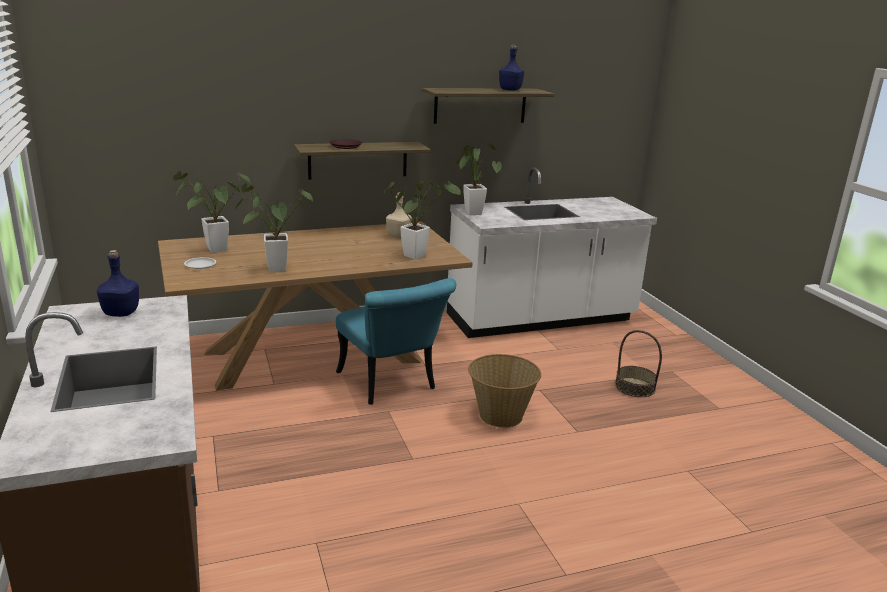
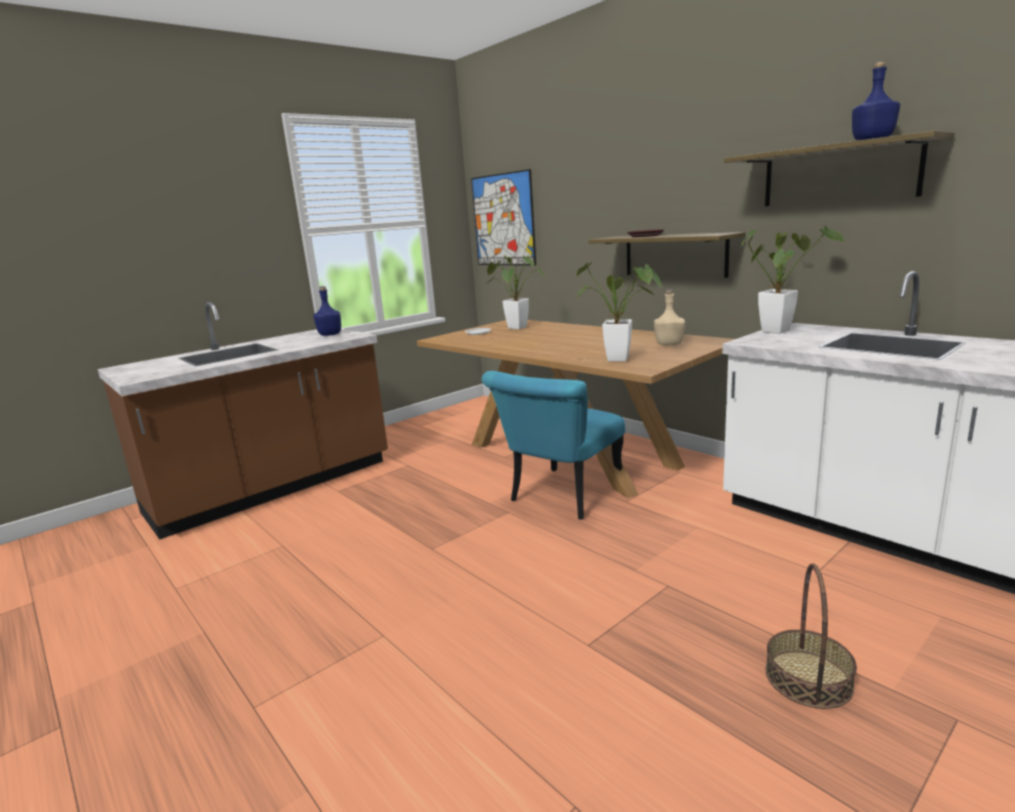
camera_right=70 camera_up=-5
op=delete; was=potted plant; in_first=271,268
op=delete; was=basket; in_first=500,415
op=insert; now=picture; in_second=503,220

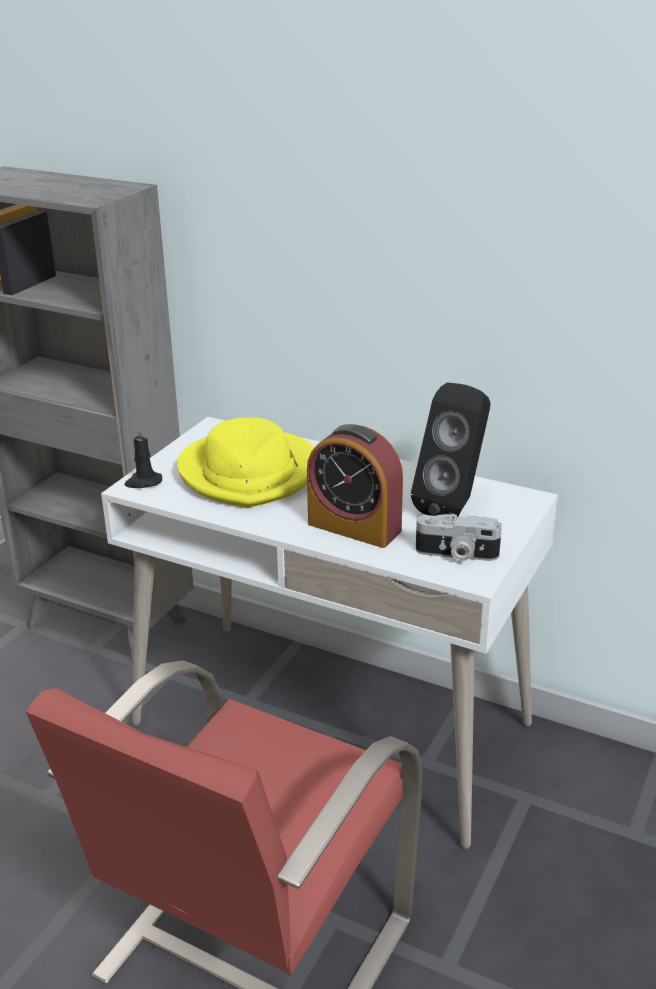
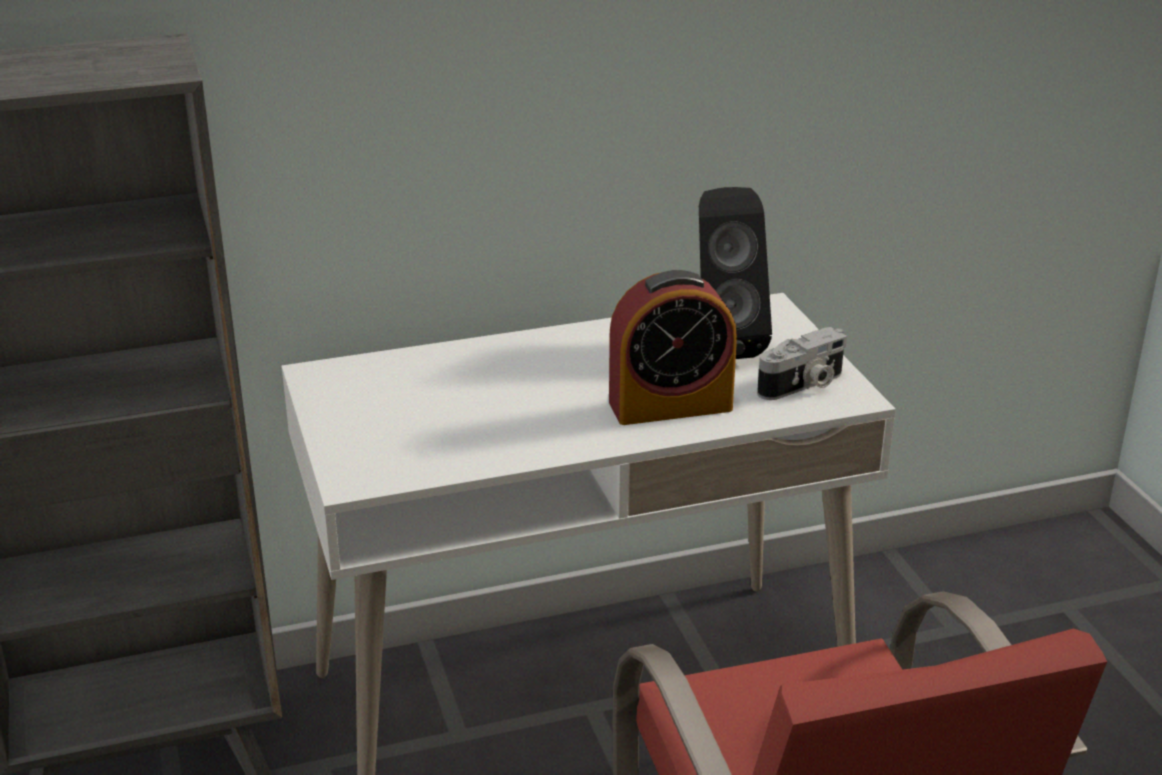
camera_right=-45 camera_up=0
op=delete; was=hat (yellow); in_first=251,473
op=delete; was=candle (black); in_first=143,482

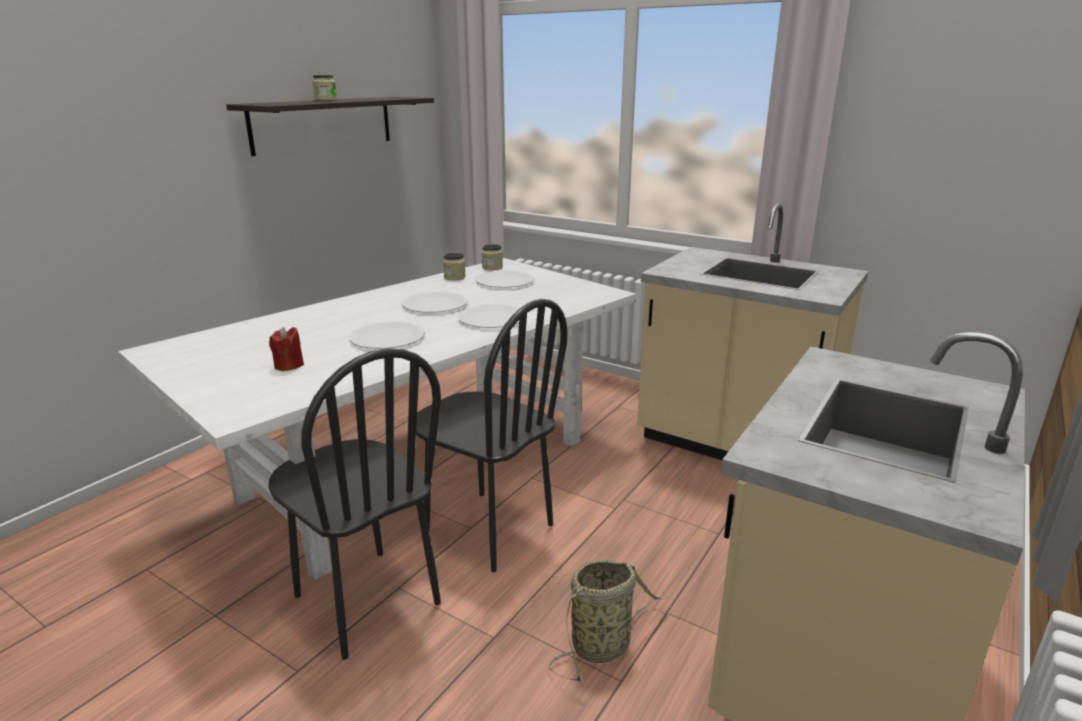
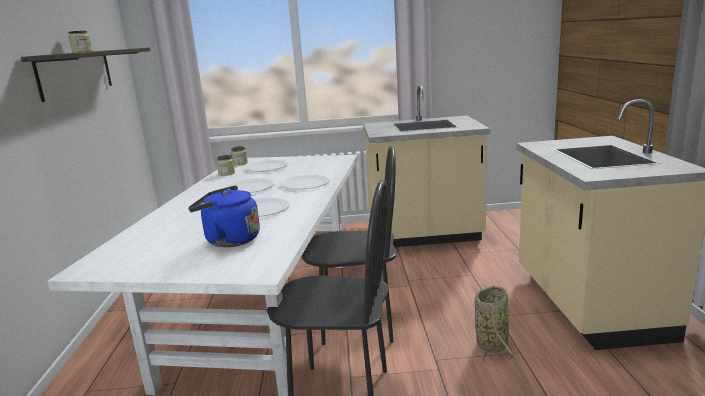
camera_right=-35 camera_up=-5
op=replace; was=candle (red); now=kettle (blue); in_first=289,365; in_second=229,240

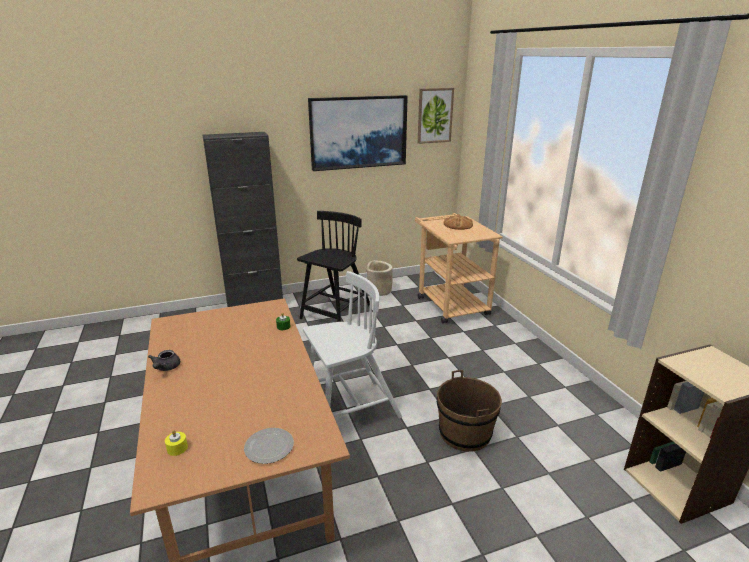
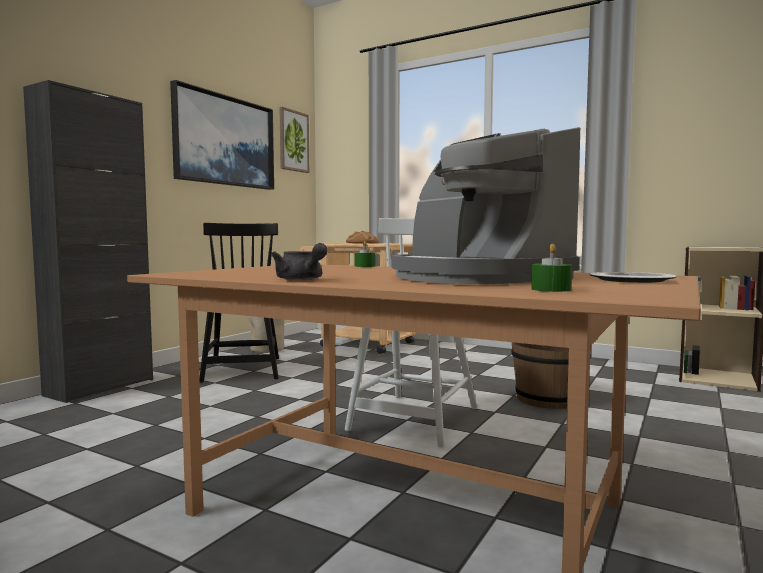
camera_right=-40 camera_up=-20
op=recolor; was=candle (yellow); now=candle (green); in_first=177,448; in_second=551,289
op=insert; now=coffee machine; in_second=474,278

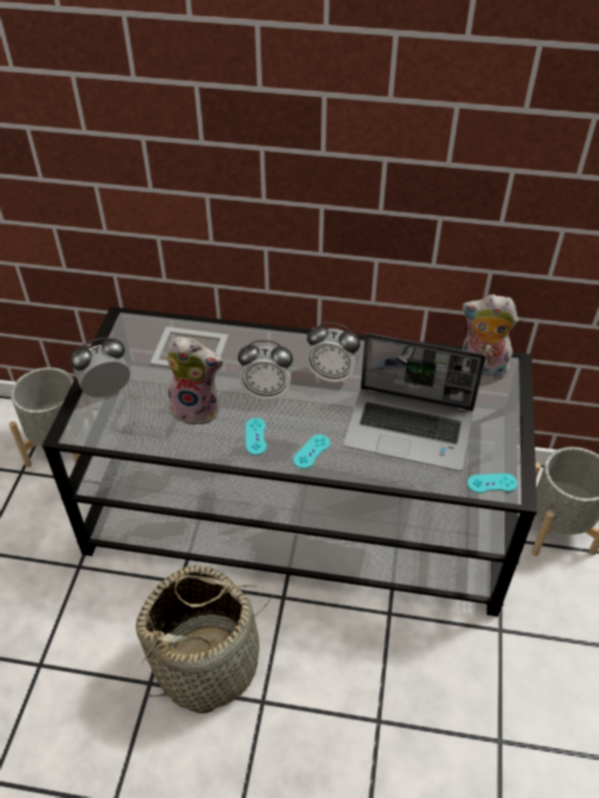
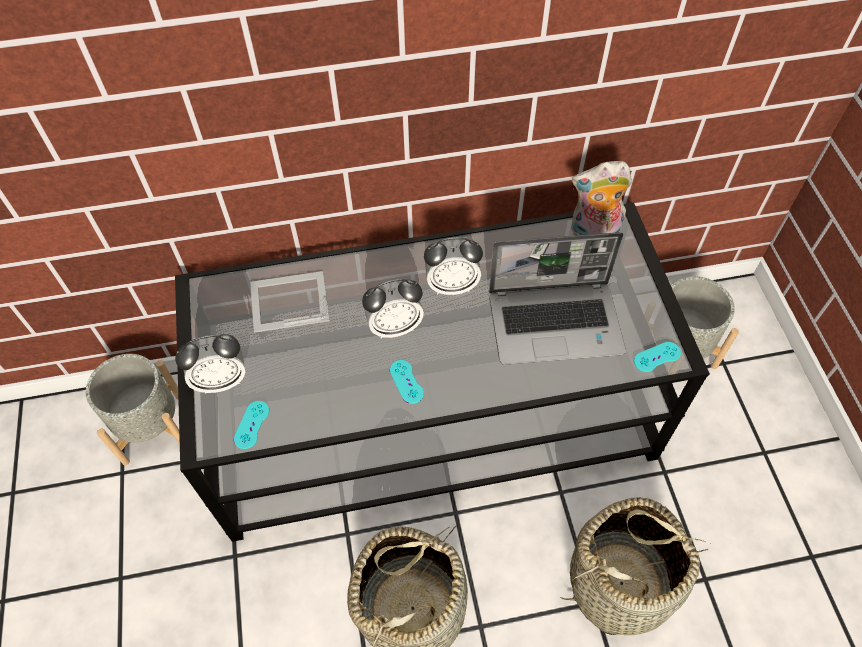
camera_right=-20 camera_up=10
op=delete; was=plush toy; in_first=197,409
op=rotate; was=alarm clock; in_first=107,391; in_second=221,380; clockwise=-150
op=move; was=game controller (turquoise); in_first=311,451; in_second=252,424
op=insert; now=basket; in_second=621,582

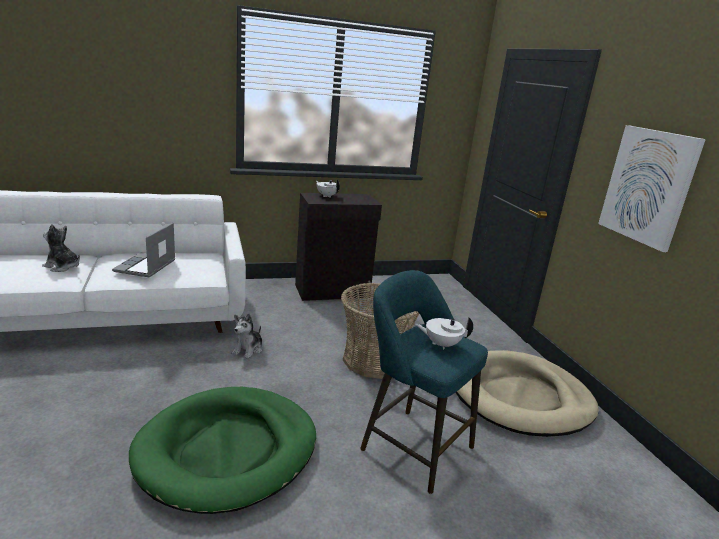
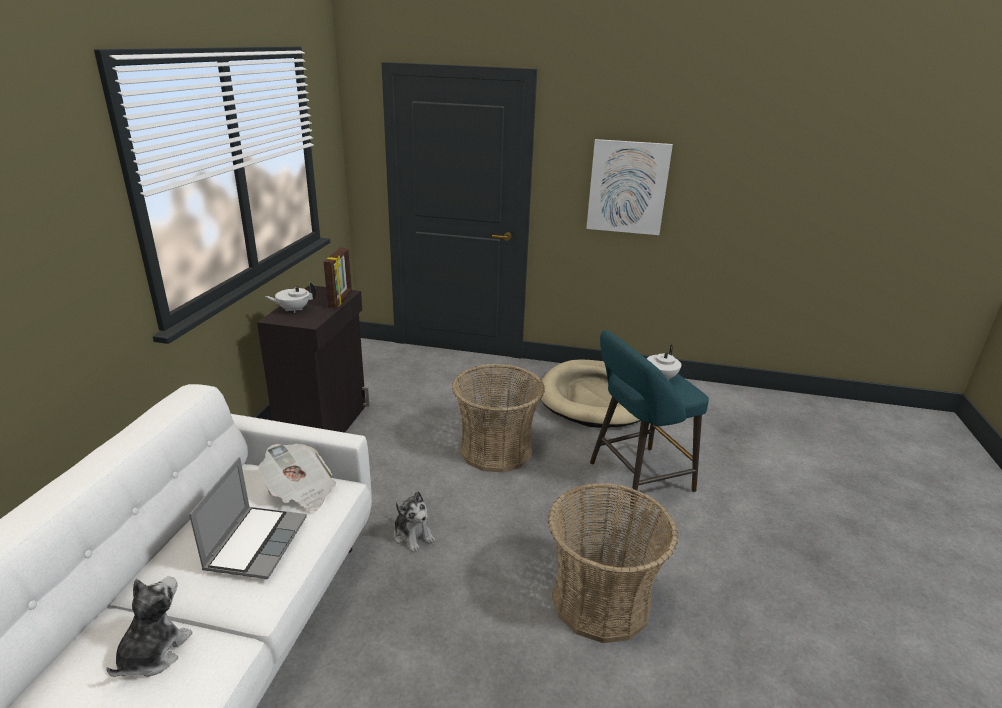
camera_right=-60 camera_up=5
op=rotate; was=laptop; in_first=145,266; in_second=256,542; clockwise=-120
op=rotate; was=plush toy; in_first=62,267; in_second=153,653; clockwise=150
op=replace; was=dog bed (green); now=basket; in_first=228,451; in_second=600,601
op=insert; now=picture frame; in_second=341,300
op=insert; now=newspaper; in_second=300,491

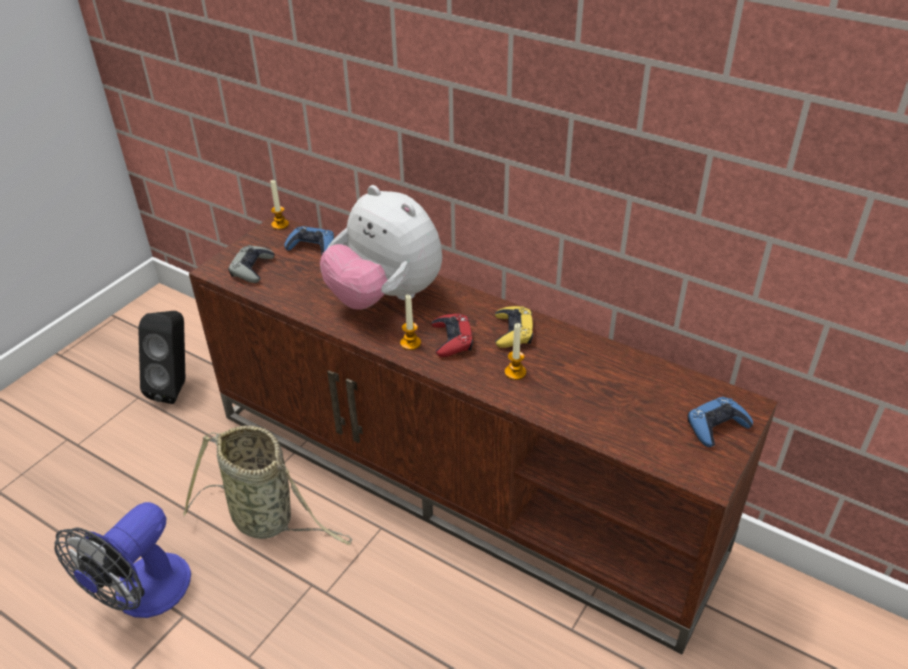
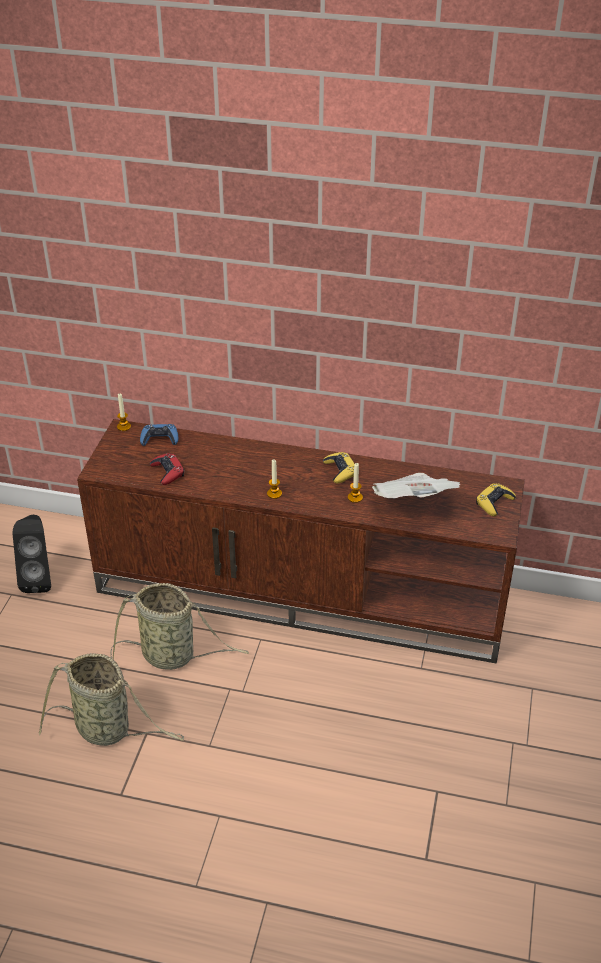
camera_right=-20 camera_up=0
op=delete; was=plush toy; in_first=385,297
op=delete; was=game controller (grey); in_first=252,268
op=move; was=game controller (red); in_first=452,339; in_second=167,472
op=recolor; was=game controller (blue); now=game controller (yellow); in_first=716,426; in_second=494,503
op=replace; was=fan; now=basket; in_first=142,596; in_second=107,730
op=insert; now=newspaper; in_second=413,504

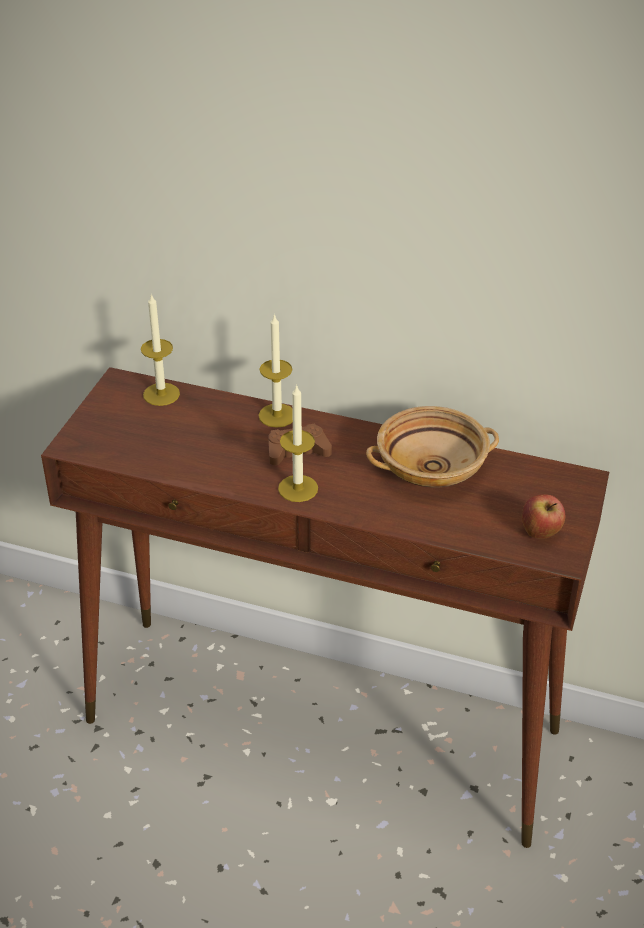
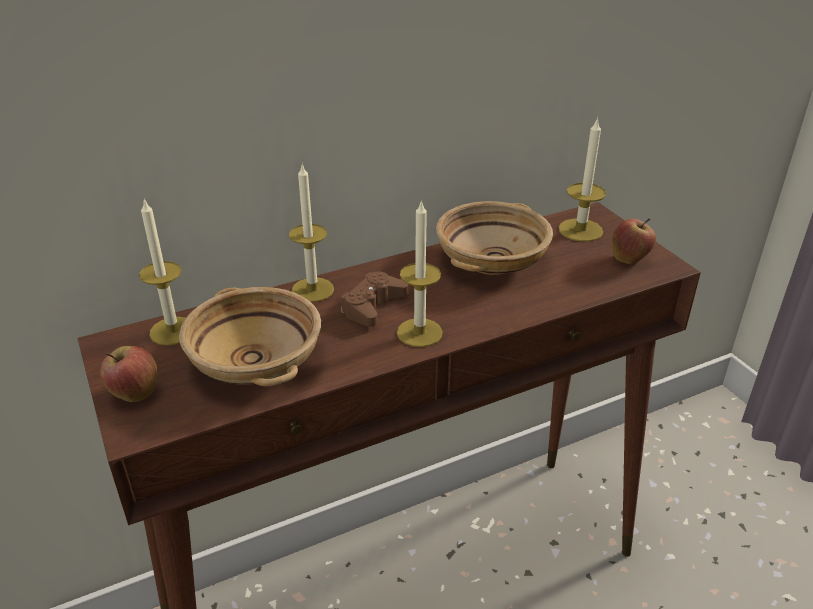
camera_right=-45 camera_up=-5
op=insert; now=candle; in_second=580,230
op=insert; now=bowl (beige); in_second=257,361
op=insert; now=apple; in_second=134,394

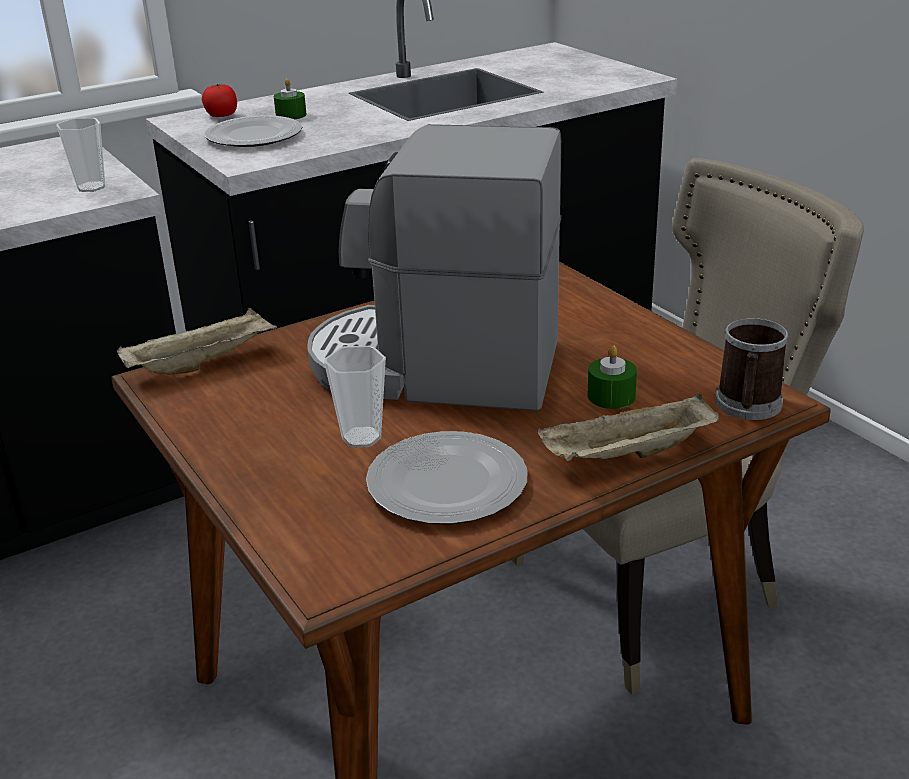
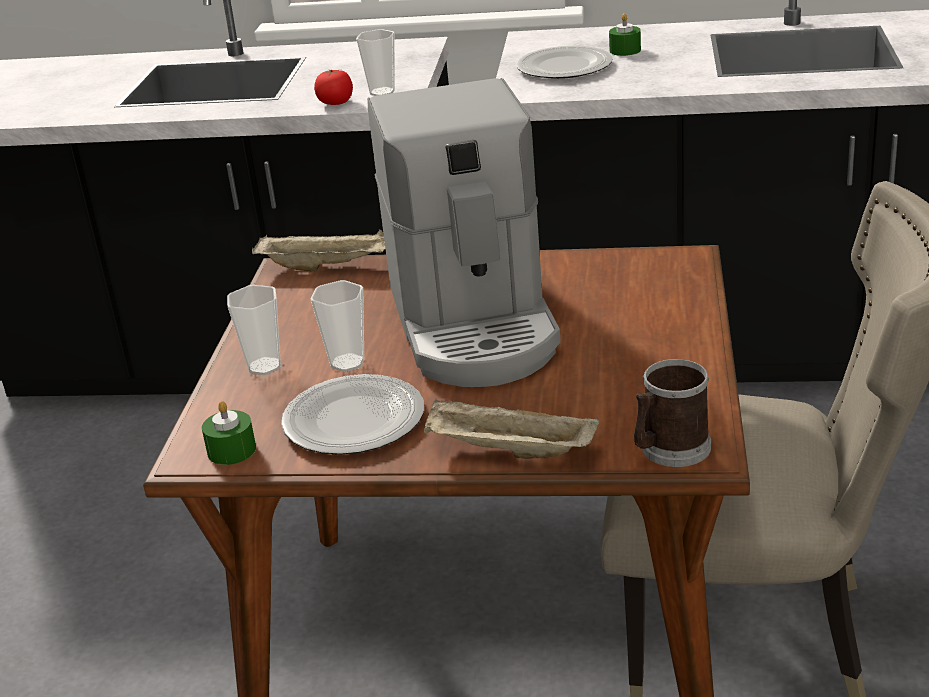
camera_right=40 camera_up=0
op=move; was=tomato; in_first=222,116; in_second=335,103
op=rotate; was=coffee machine; in_first=436,367; in_second=474,325; clockwise=-150
op=move; was=candle (green); in_first=611,396; in_second=231,450
op=insert; now=cup; in_second=264,366

